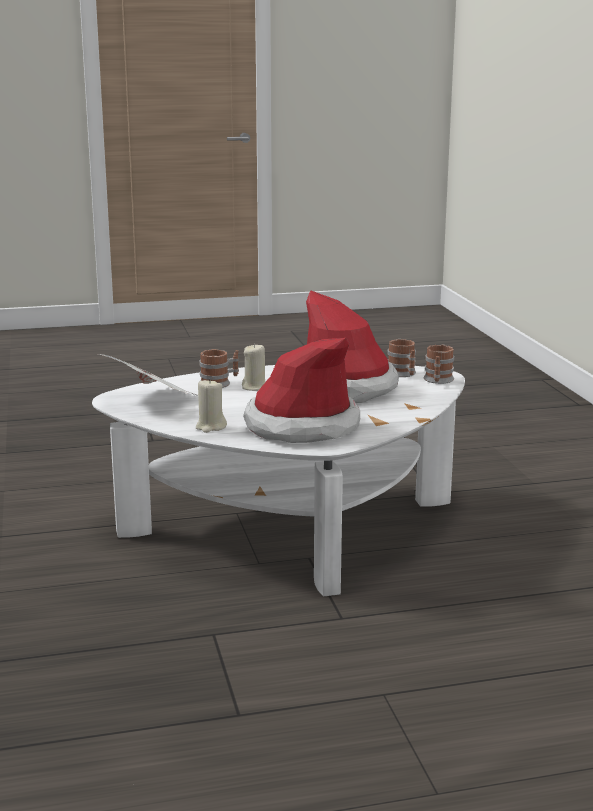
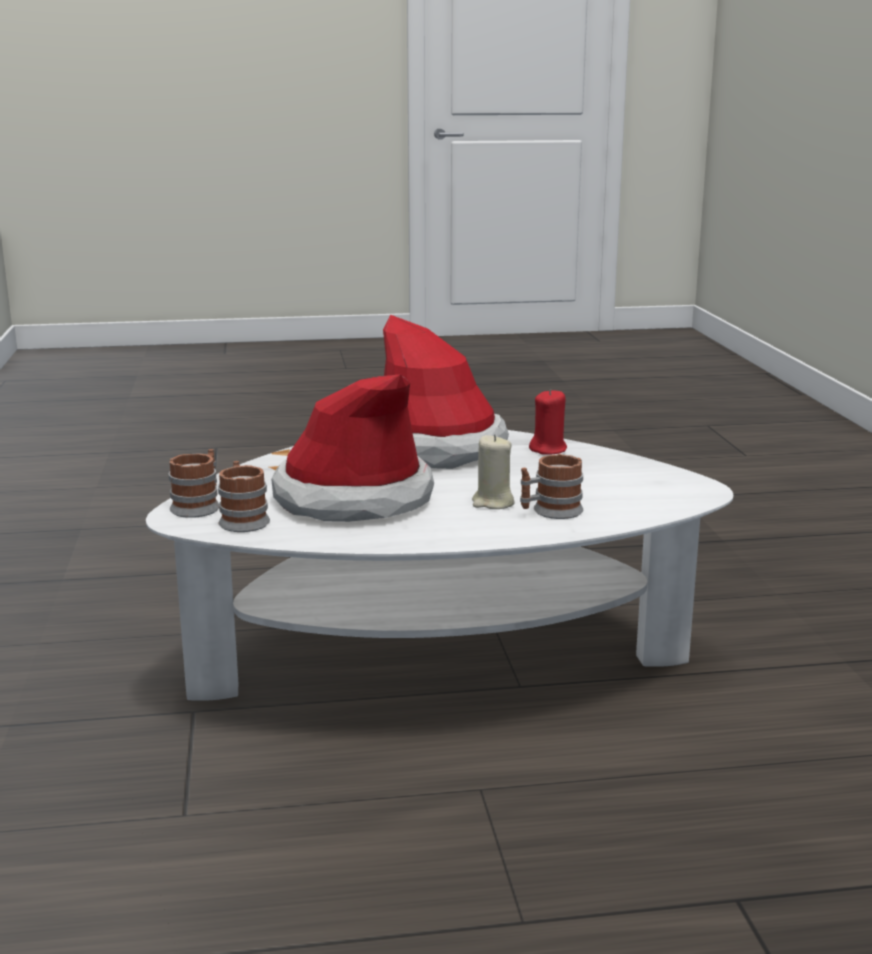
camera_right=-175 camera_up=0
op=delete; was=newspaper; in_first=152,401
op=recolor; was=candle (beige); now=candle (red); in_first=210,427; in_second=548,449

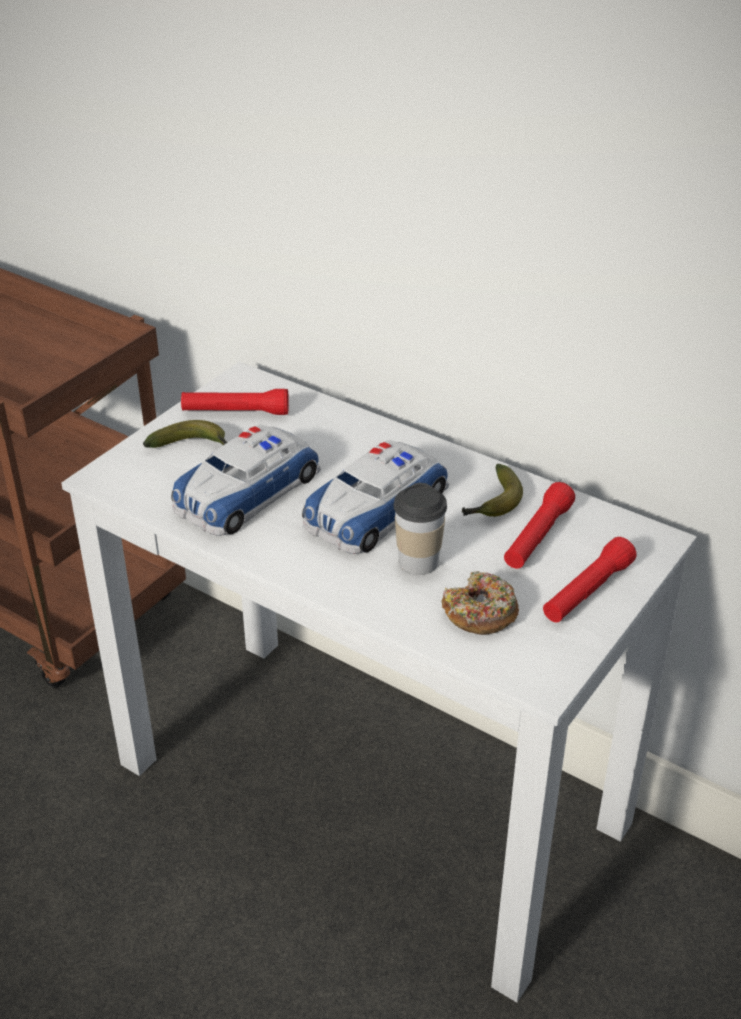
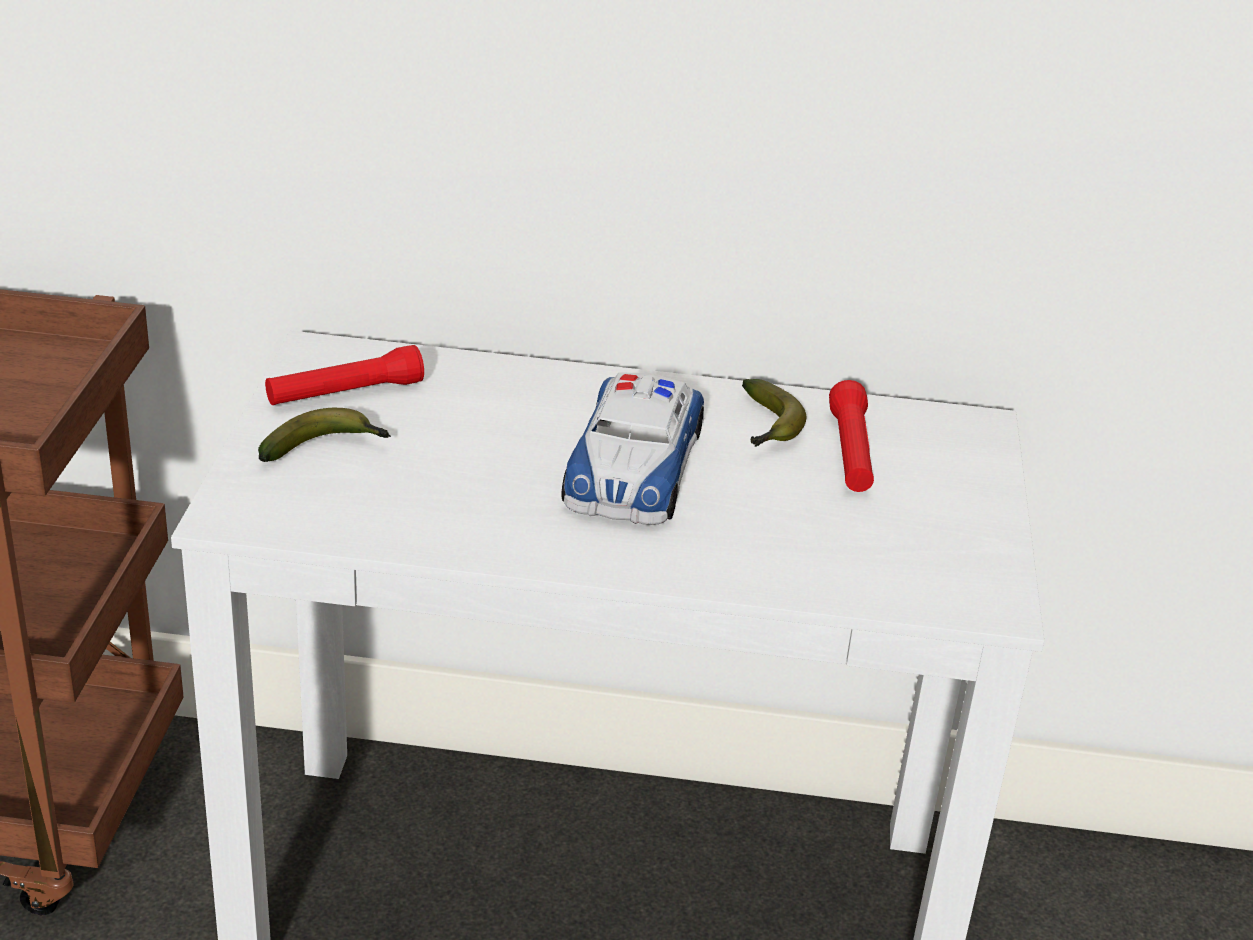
camera_right=-30 camera_up=-5
op=delete; was=toy car; in_first=246,492
op=delete; was=cup; in_first=418,562
op=delete; was=flashlight (red); in_first=587,592
op=delete; was=donut; in_first=480,613

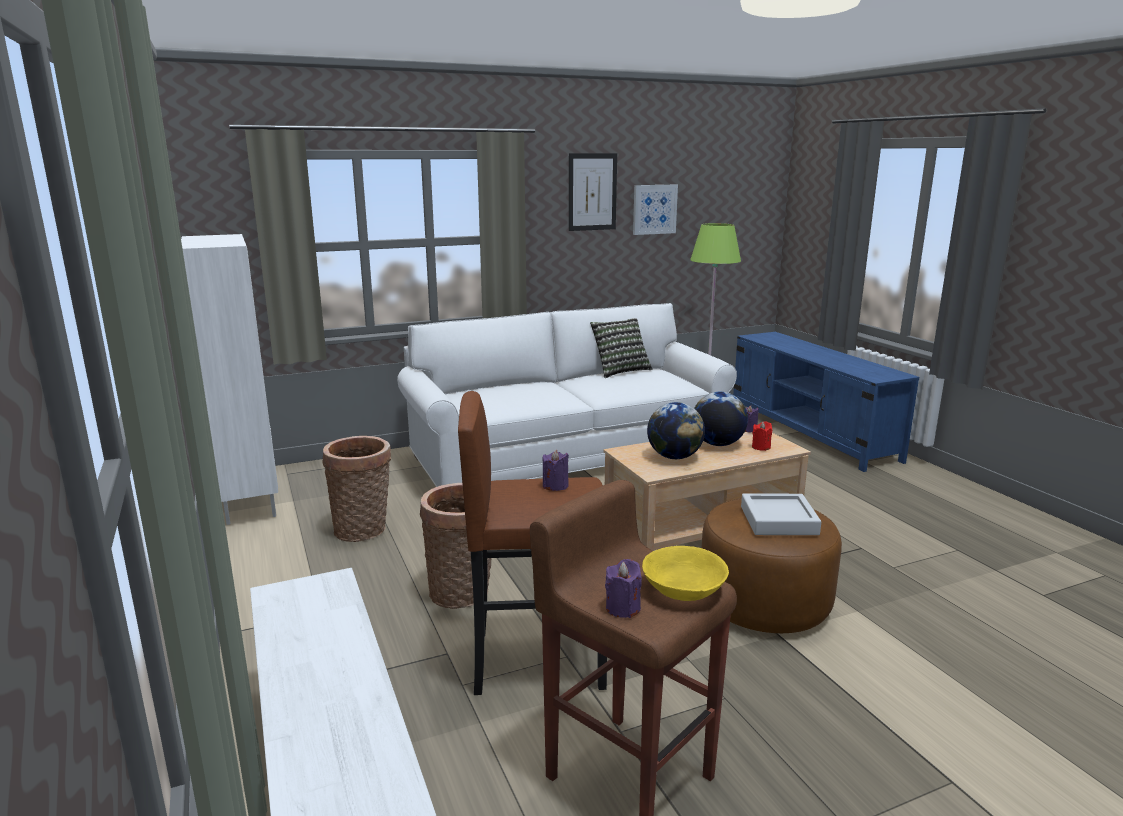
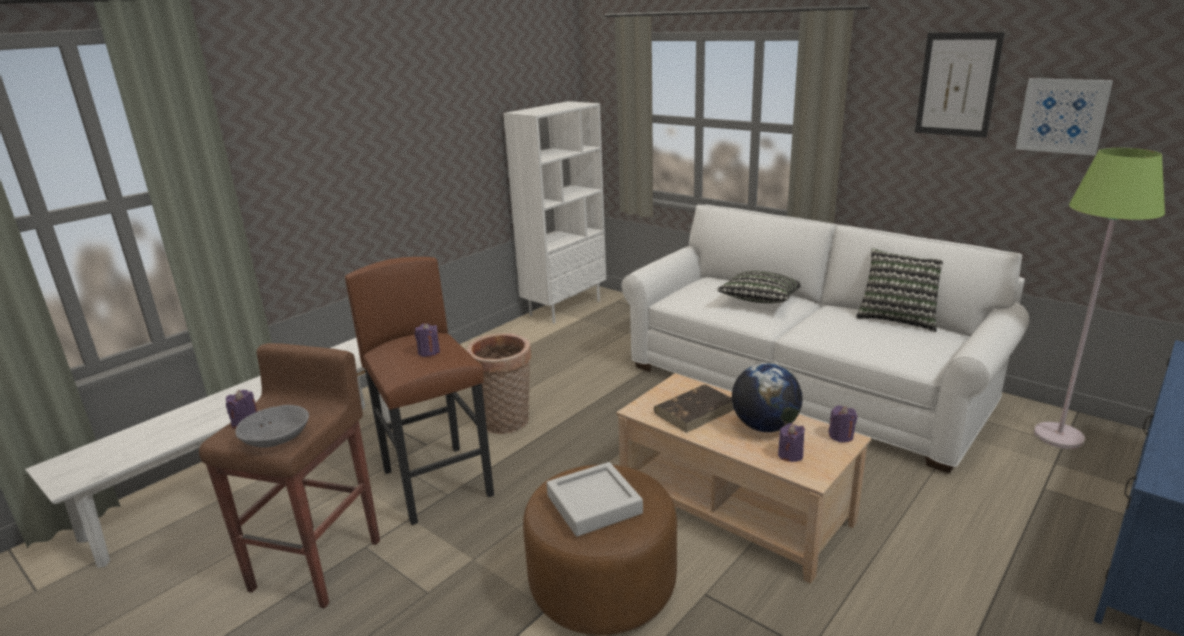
camera_right=65 camera_up=5
op=replace; was=globe; now=book (brown); in_first=674,457; in_second=695,411
op=recolor; was=candle (red); now=candle (purple); in_first=761,447; in_second=790,455
op=delete; was=basket; in_first=364,530
op=recolor; was=bowl (yellow); now=bowl (grey); in_first=683,588; in_second=277,439
op=insert; now=pillow; in_second=759,301

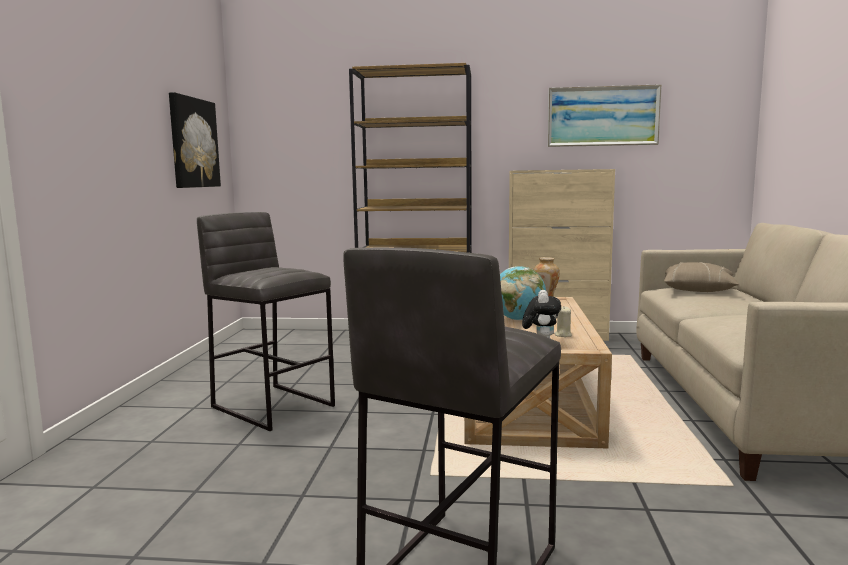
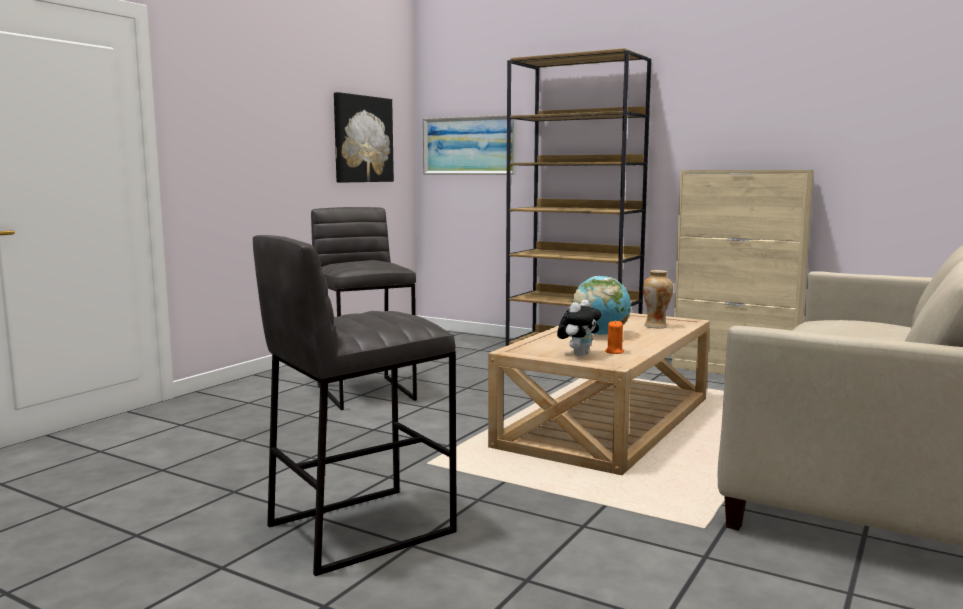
camera_right=25 camera_up=0
op=move; was=picture; in_first=602,116; in_second=469,146
op=delete; was=pillow (beige); in_first=698,290
op=recolor; was=candle (beige); now=candle (orange); in_first=563,335; in_second=614,352

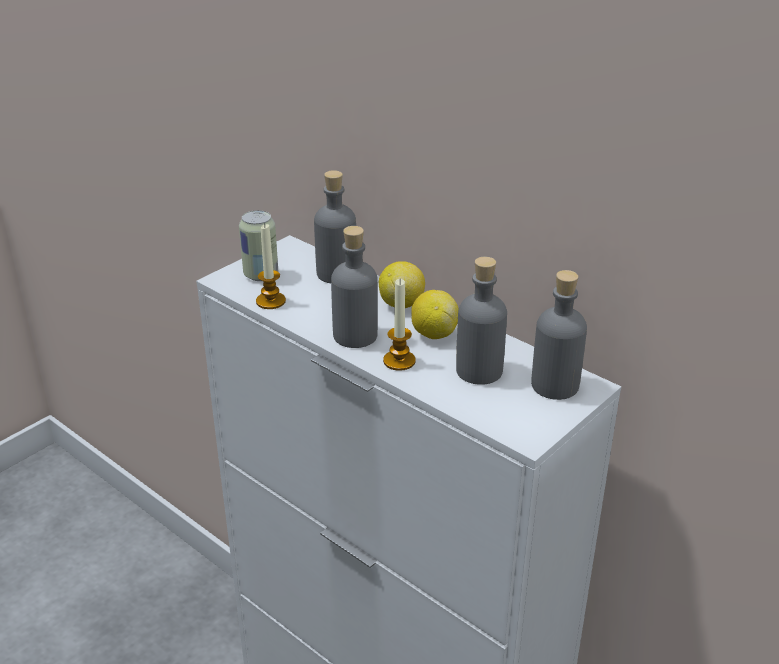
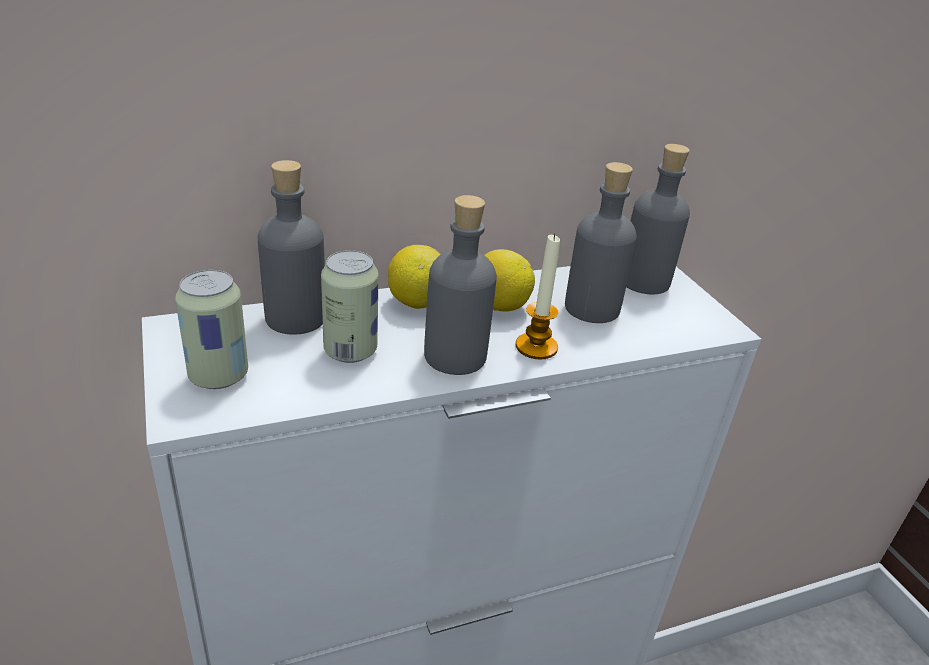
camera_right=-65 camera_up=0
op=delete; was=candle; in_first=270,301
op=insert; now=can; in_second=350,351

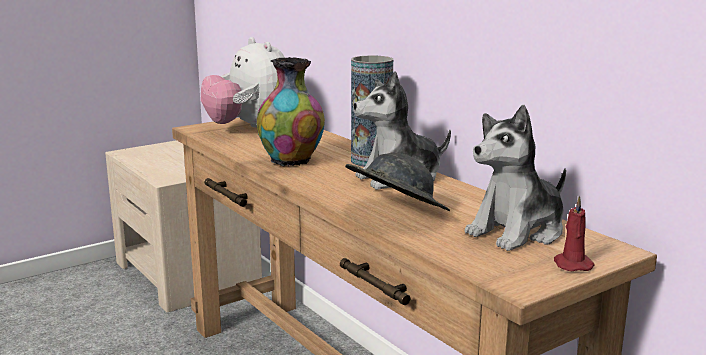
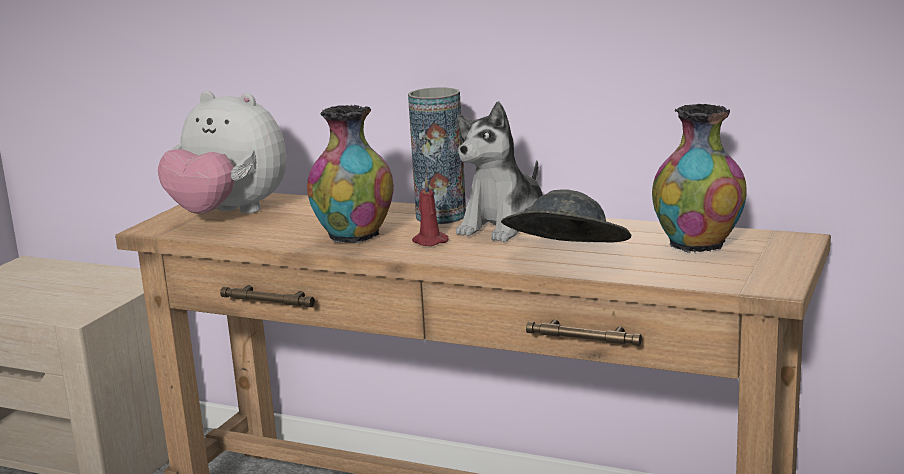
camera_right=-30 camera_up=0
op=replace; was=plush toy; now=vase; in_first=518,232; in_second=698,245
op=move; was=candle (red); in_first=571,264; in_second=429,241

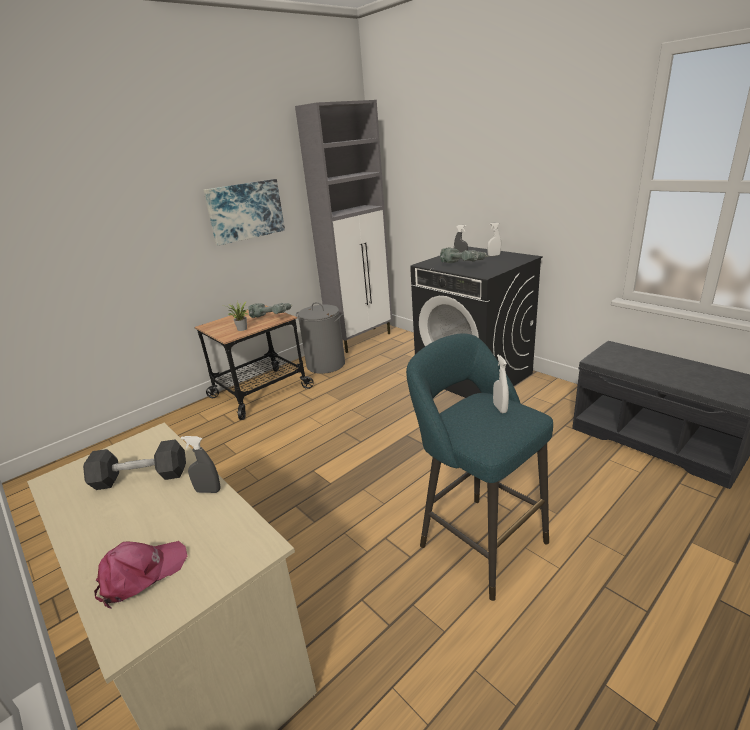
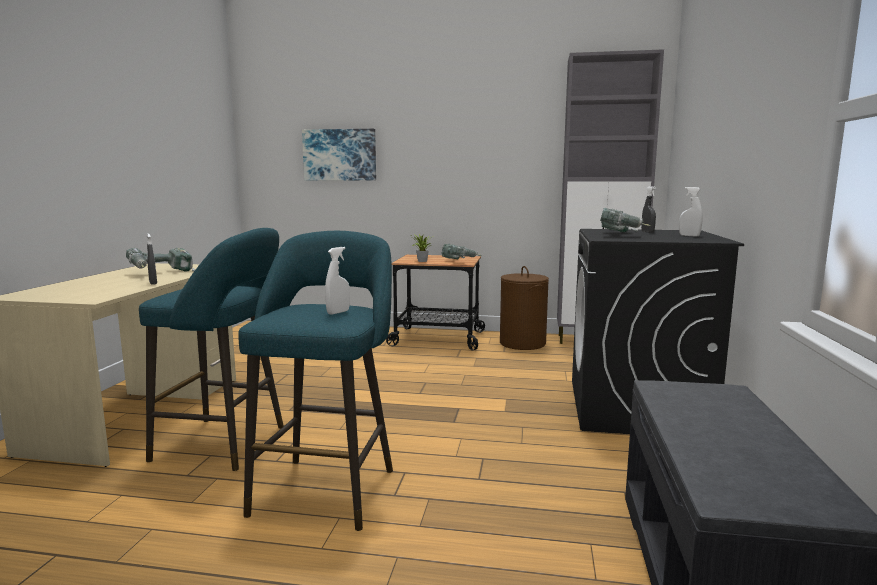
camera_right=50 camera_up=-15
op=move; was=picture; in_first=245,211; in_second=340,155
op=recolor; was=laundry basket (grey); now=laundry basket (brown); in_first=326,365; in_second=522,343
op=replace; was=dumbbell (black); now=power drill; in_first=141,477; in_second=162,273
op=delete; was=cap (pink); in_first=141,574
op=insert; now=stool (turquoise); in_second=226,444

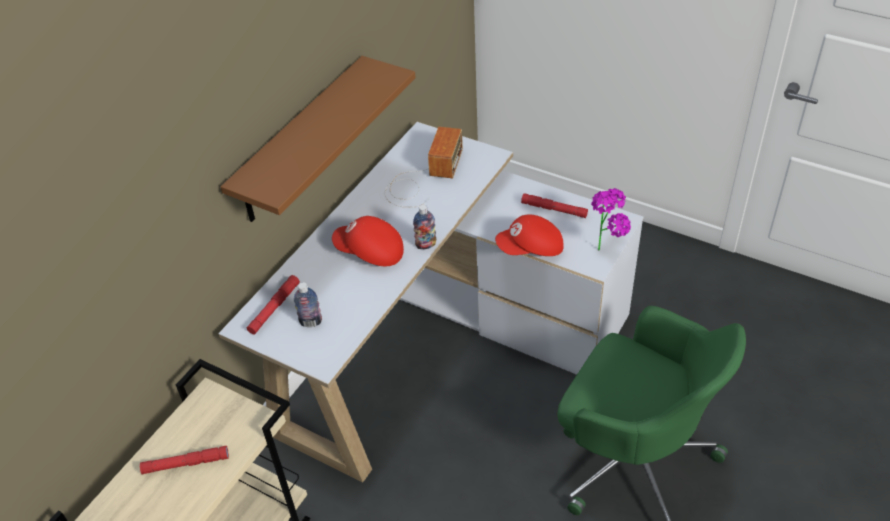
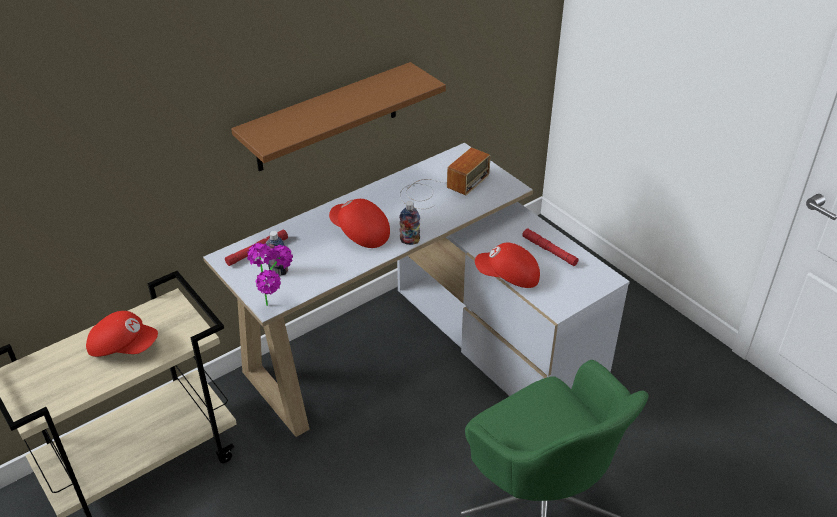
camera_right=20 camera_up=-5
op=move; was=potted plant; in_first=608,248; in_second=276,306
op=replace; was=flashlight (red); now=cap (red); in_first=186,463; in_second=123,346

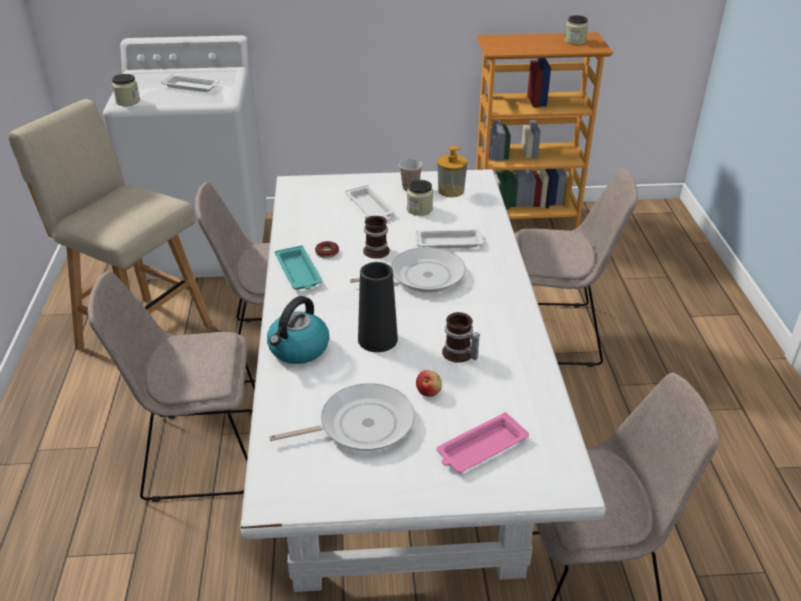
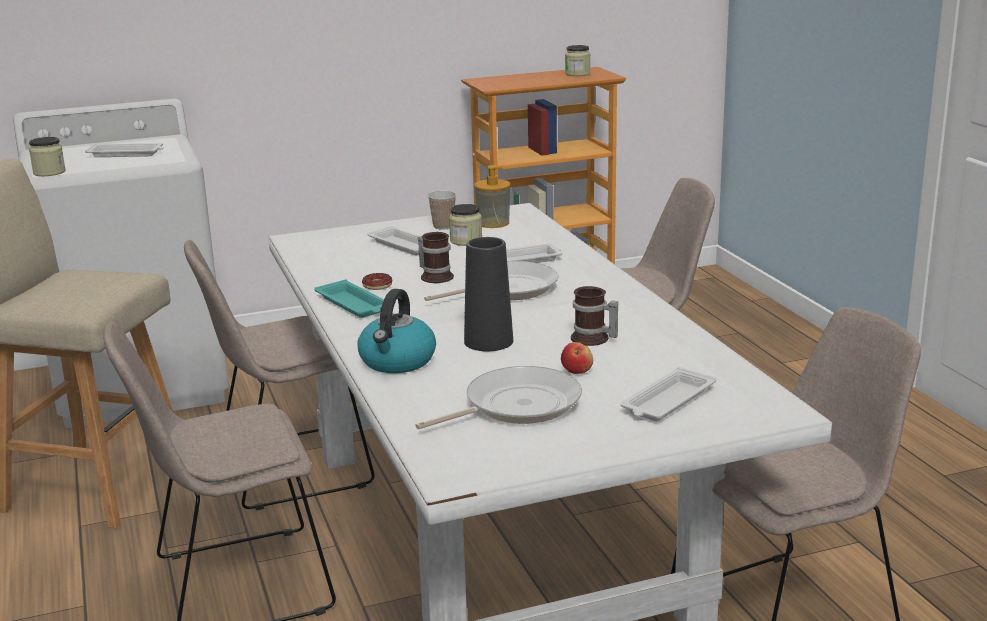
camera_right=-15 camera_up=-15
op=recolor; was=tray (pink); now=tray (white); in_first=480,448; in_second=667,402

